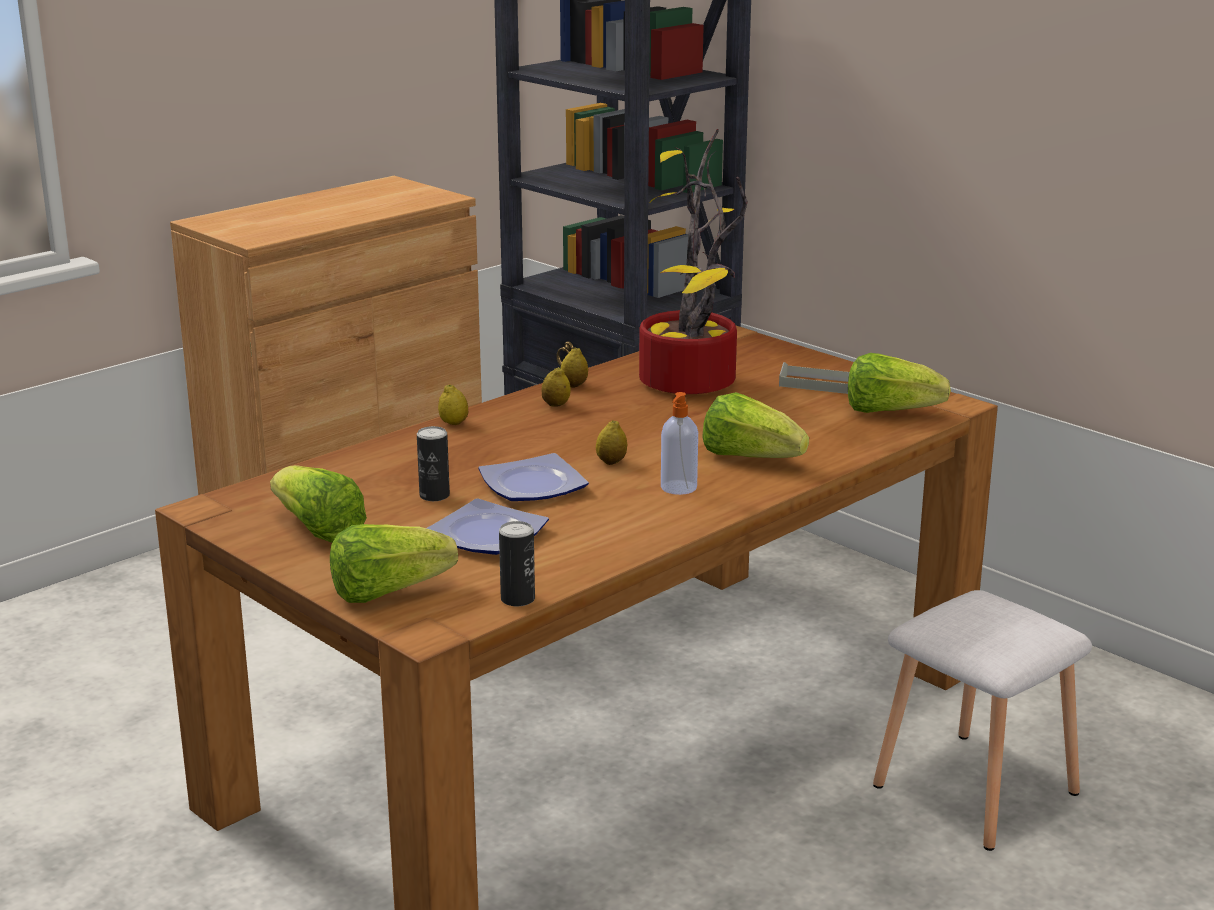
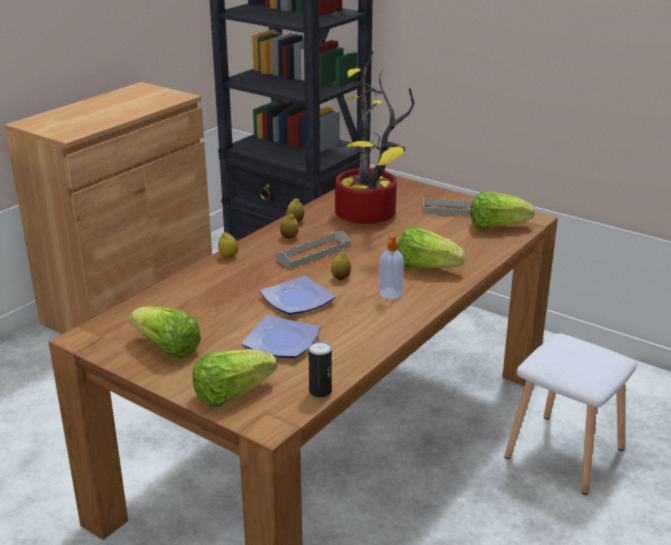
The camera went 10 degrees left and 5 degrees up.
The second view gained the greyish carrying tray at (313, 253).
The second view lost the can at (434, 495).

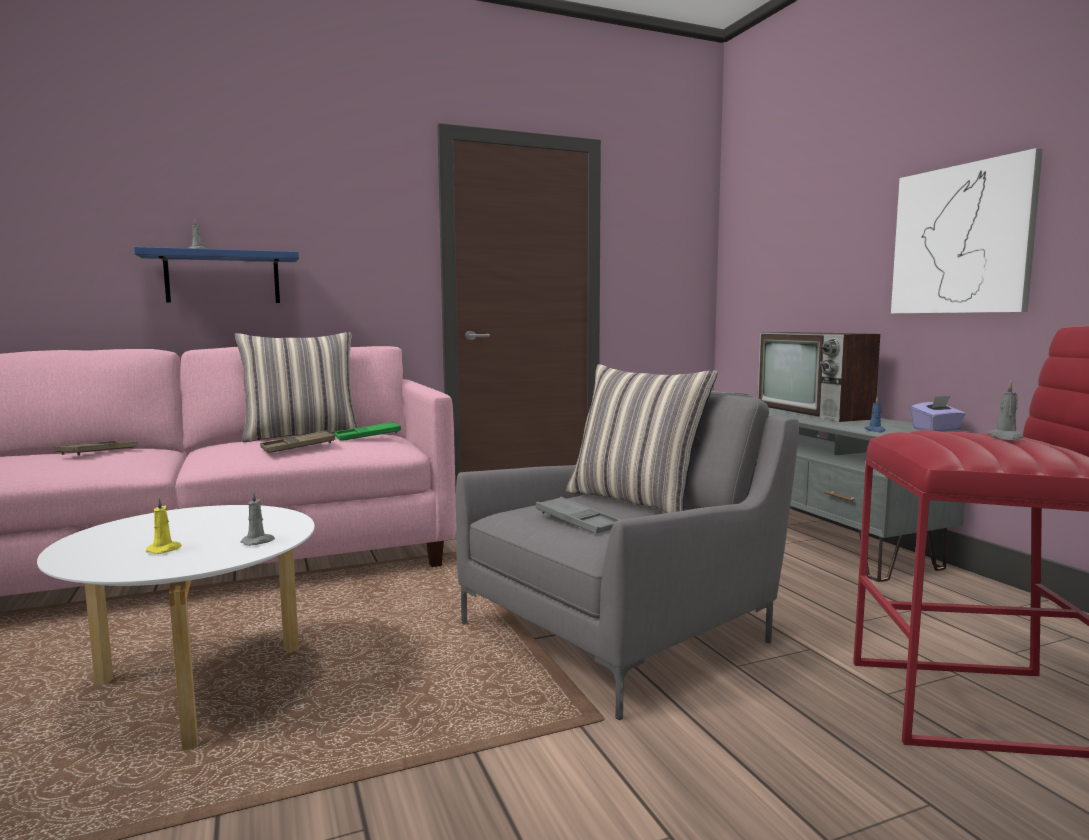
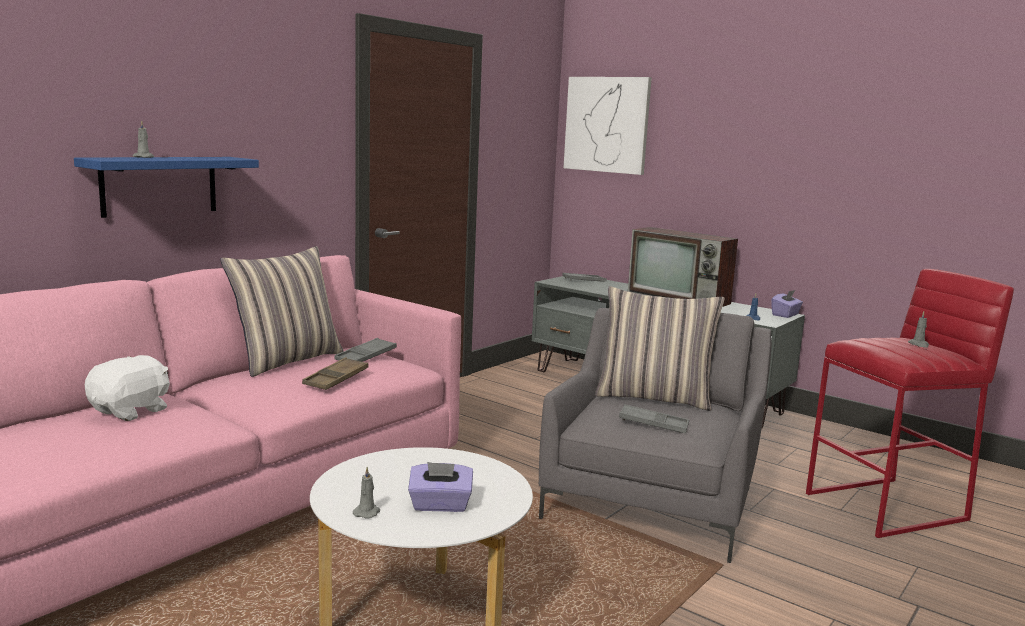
The camera went 30 degrees left and 5 degrees up.
Where the brown-coloured carrying tray stood at (98, 452), the white-coloured cuddly toy came to stand at (131, 411).
What was the green carrying tray at (368, 436) turned into the greyish carrying tray at (366, 356).
The greyish candle ended up elsewhere, having gone from (258, 541) to (367, 512).
Where the yellowish candle stood at (165, 549), the purplish box of tissues came to stand at (440, 505).
The wall picture ended up elsewhere, having gone from (961, 240) to (607, 124).

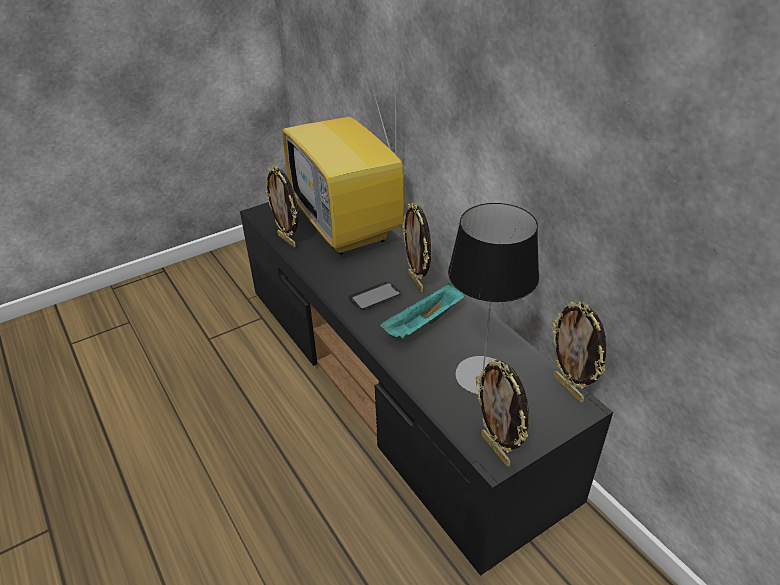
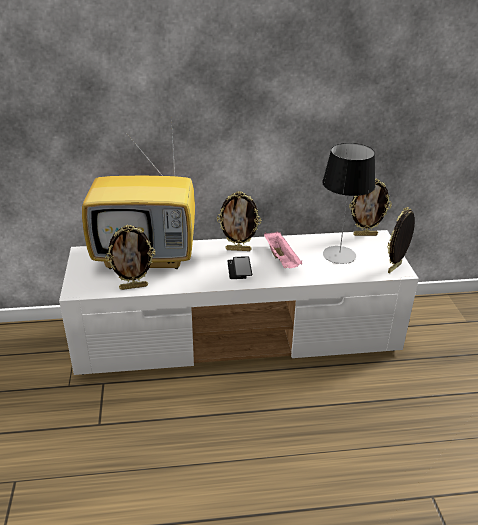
The camera went 65 degrees left and 5 degrees down.
What was the black-coloured media console at (394, 386) turned into the white-coloured media console at (239, 336).
What was the turquoise-coloured carrying tray at (423, 324) turned into the pinkish carrying tray at (282, 259).
The standing frame at (496, 450) ended up facing another way, 135 degrees clockwise from before.

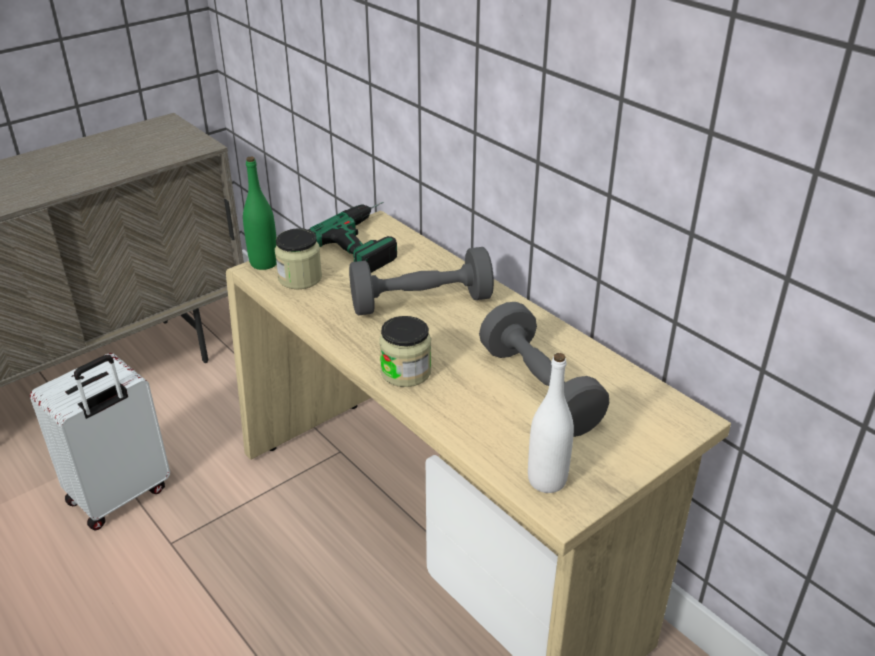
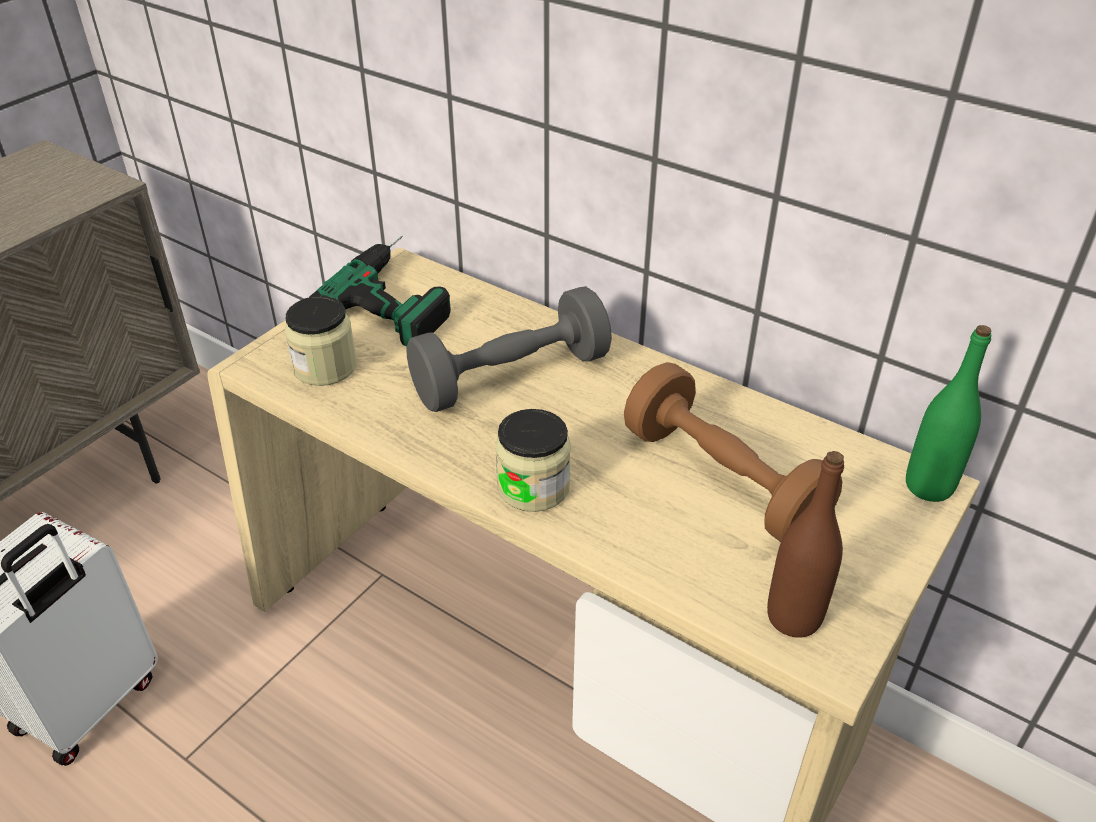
The camera went 15 degrees left and 5 degrees up.
What was the greyish dumbbell at (538, 390) turned into the brown-coloured dumbbell at (722, 480).
What was the white-coloured drink bottle at (547, 480) turned into the brown-coloured drink bottle at (793, 617).
The green drink bottle ended up elsewhere, having gone from (264, 263) to (928, 486).

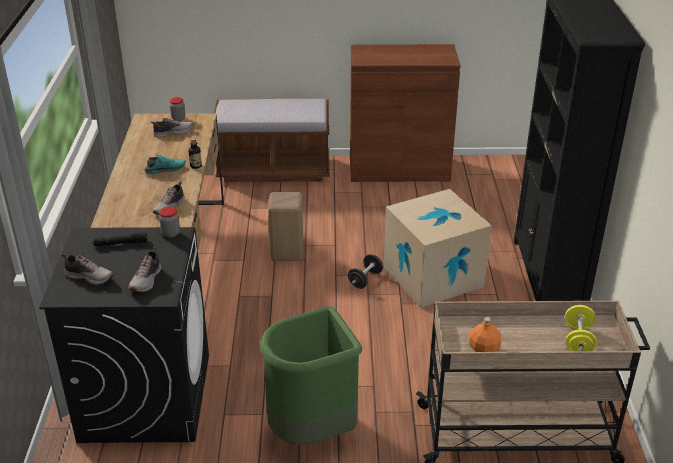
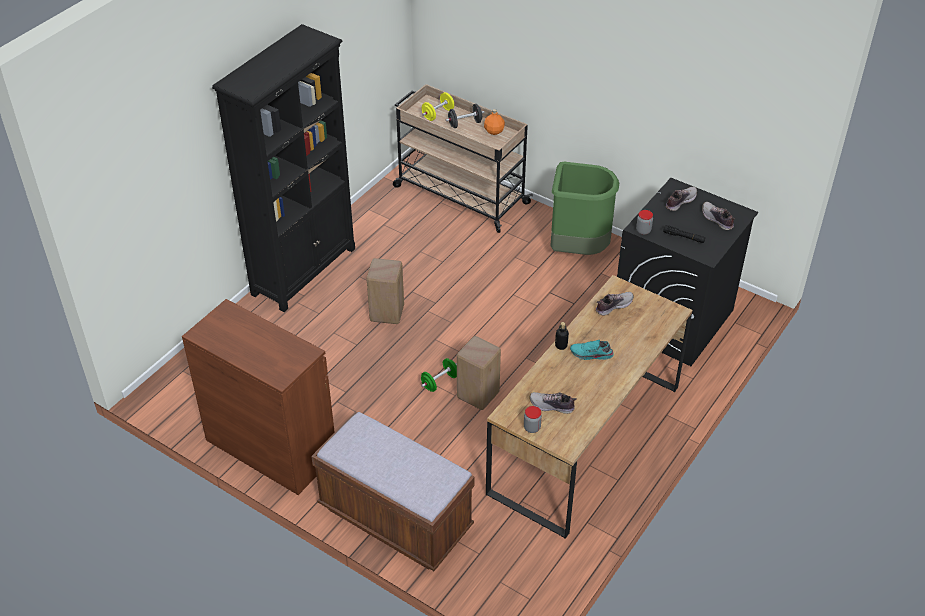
The camera went 145 degrees left and 10 degrees up.
Where the cardboard box stood at (433, 276), the beige-coloured stool seat came to stand at (386, 312).
The second view gained the green dumbbell at (439, 382).
The black-coloured dumbbell ended up elsewhere, having gone from (365, 280) to (465, 123).

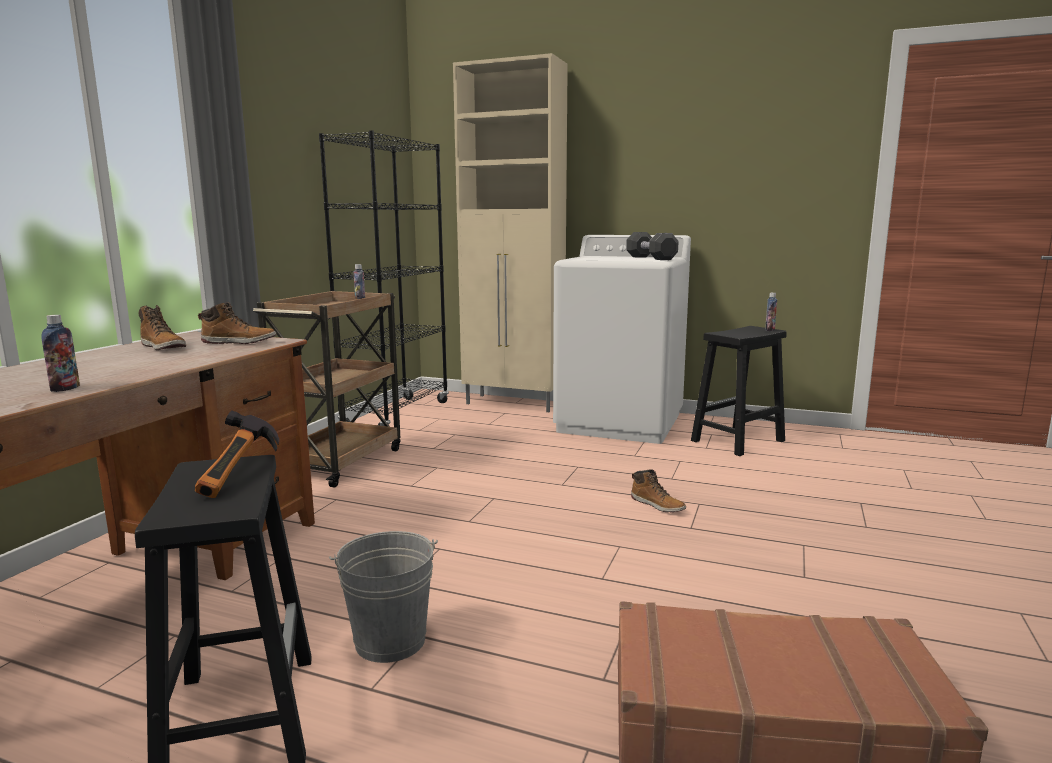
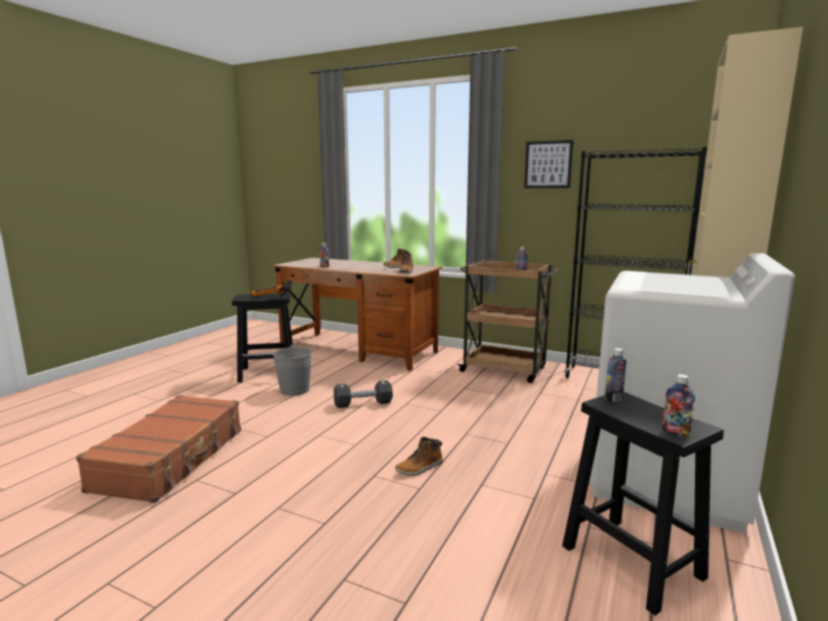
The camera went 95 degrees right and 0 degrees up.
The black-coloured dumbbell ended up elsewhere, having gone from (651, 258) to (363, 403).
The second view gained the wall picture at (548, 164).
The second view gained the drink bottle at (613, 399).

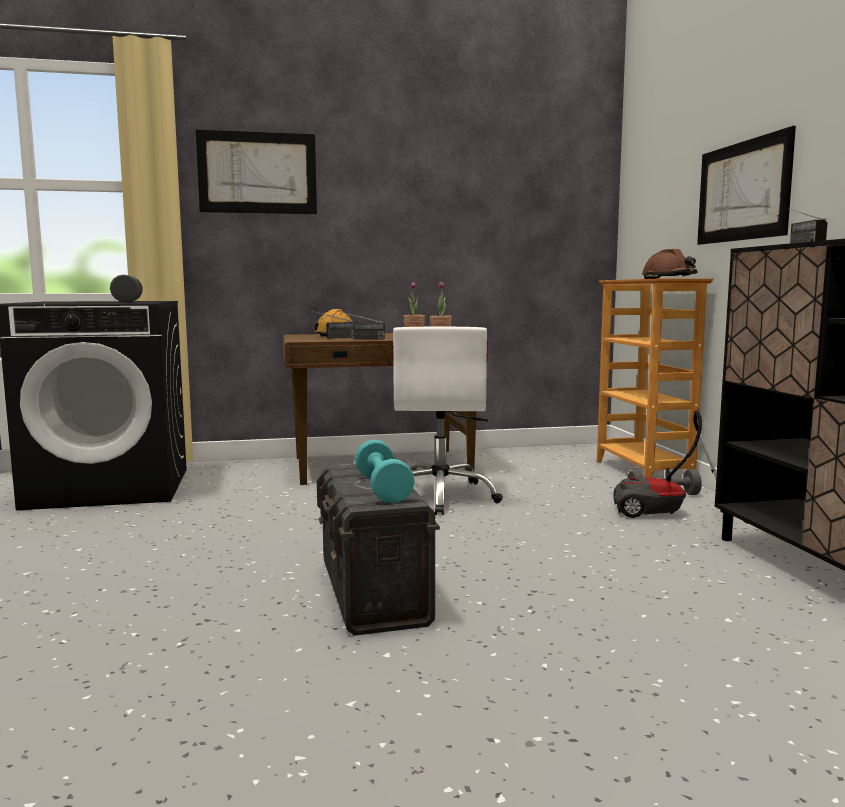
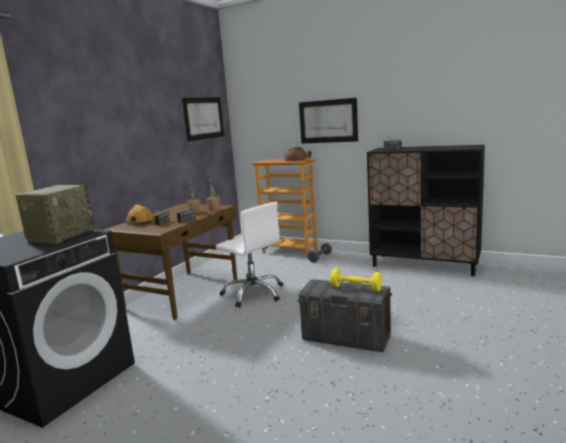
The camera went 50 degrees left and 5 degrees up.
Where the greyish dumbbell stood at (127, 301), the radio set came to stand at (62, 235).
The wall picture ended up elsewhere, having gone from (257, 173) to (204, 118).
What was the turquoise-coloured dumbbell at (383, 489) turned into the yellowish dumbbell at (356, 288).
The second view lost the hoover at (669, 515).

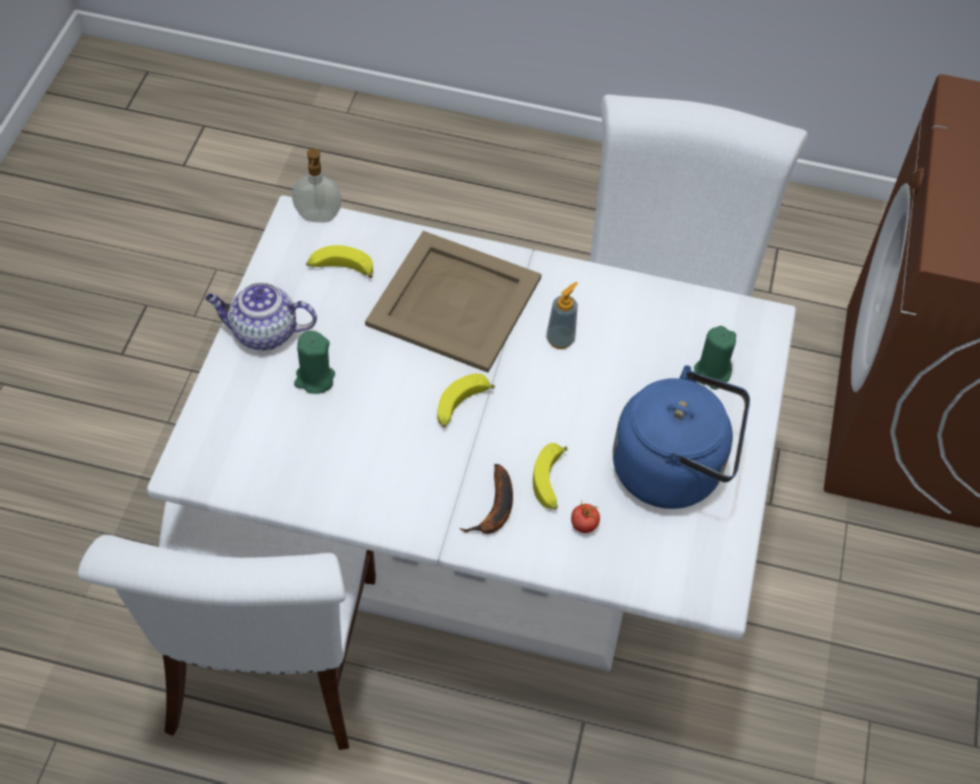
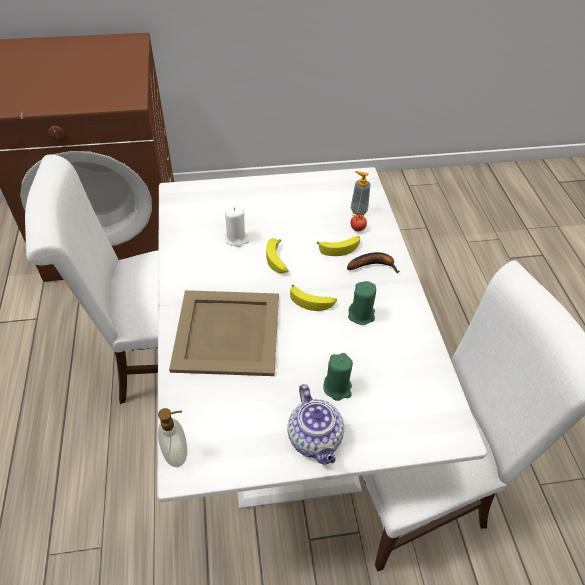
The camera went 110 degrees left and 5 degrees down.
The second view gained the white-coloured candle at (237, 238).
The banana ended up elsewhere, having gone from (340, 269) to (278, 260).
The green candle ended up elsewhere, having gone from (712, 373) to (361, 315).
The soap dispenser ended up elsewhere, having gone from (560, 339) to (358, 210).
The second view lost the blue-coloured kettle at (674, 470).

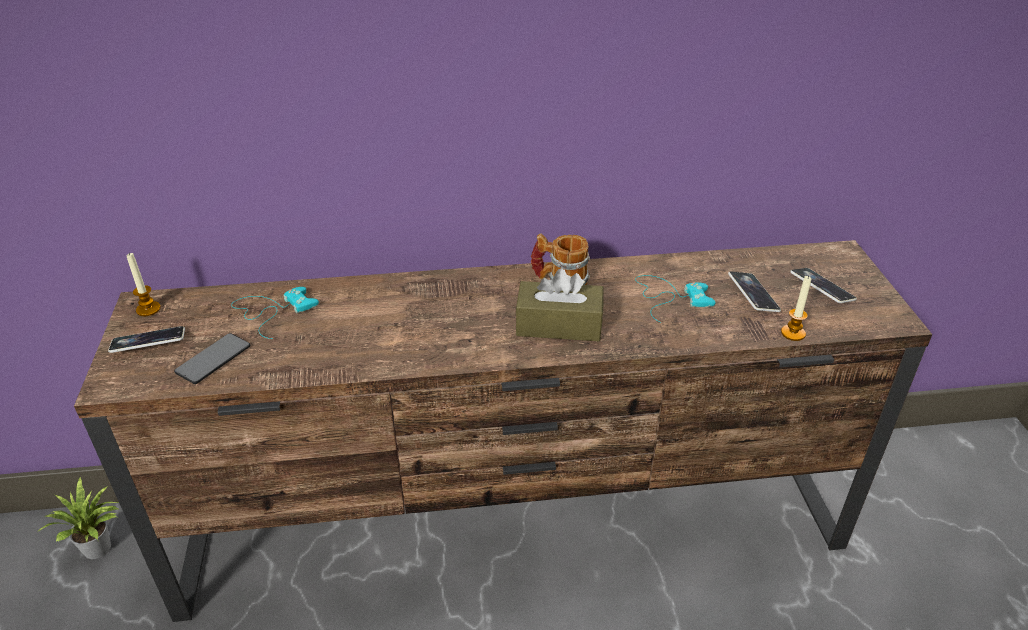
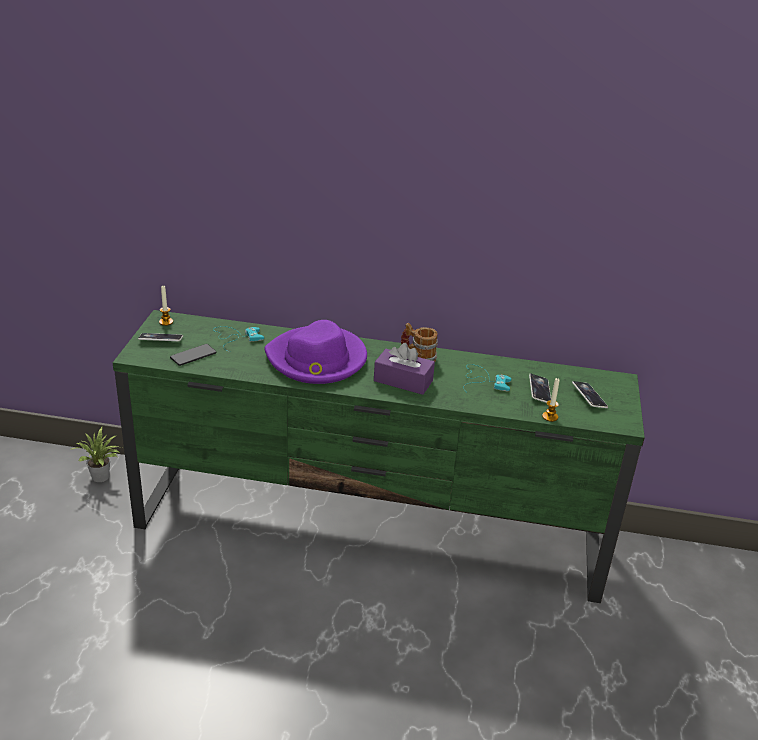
The camera went 15 degrees right and 5 degrees down.
What was the brown-coloured media console at (516, 526) turned into the green media console at (371, 531).
The second view gained the purplish clothing hat at (317, 359).
What was the brown-coloured box of tissues at (559, 325) turned into the purplish box of tissues at (403, 381).

